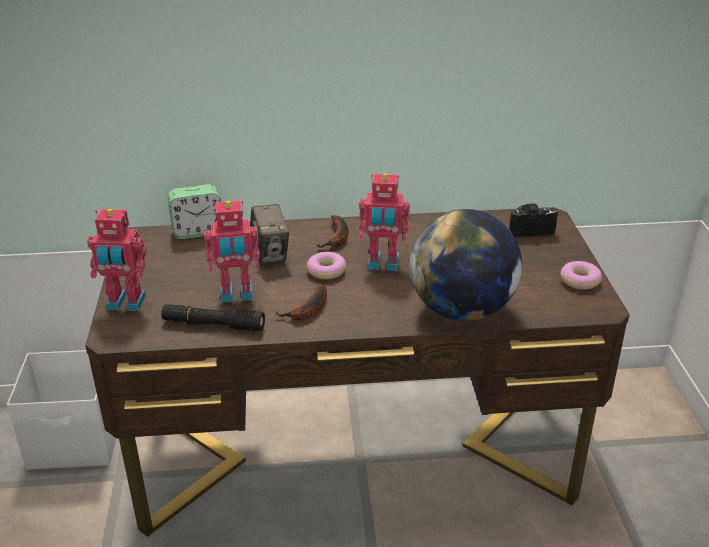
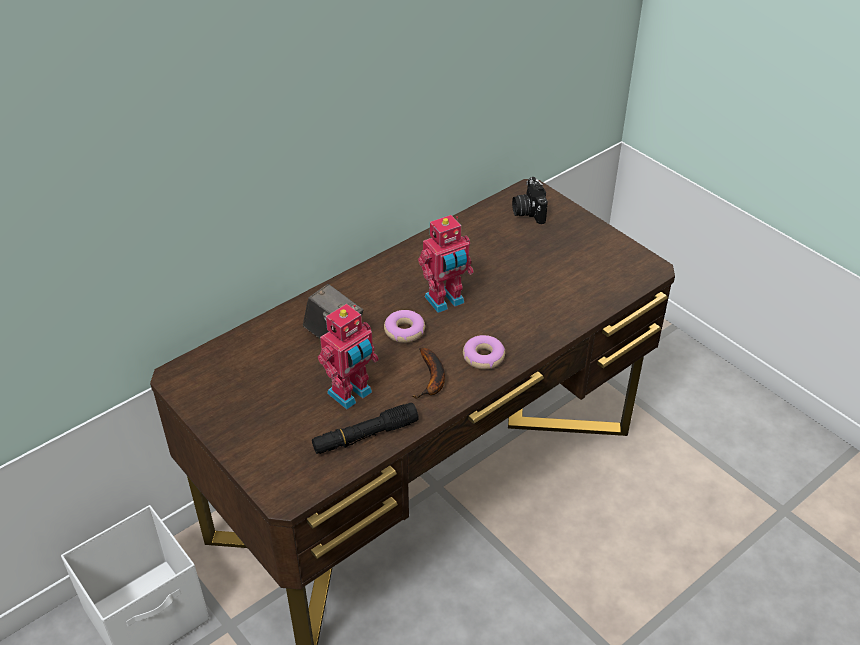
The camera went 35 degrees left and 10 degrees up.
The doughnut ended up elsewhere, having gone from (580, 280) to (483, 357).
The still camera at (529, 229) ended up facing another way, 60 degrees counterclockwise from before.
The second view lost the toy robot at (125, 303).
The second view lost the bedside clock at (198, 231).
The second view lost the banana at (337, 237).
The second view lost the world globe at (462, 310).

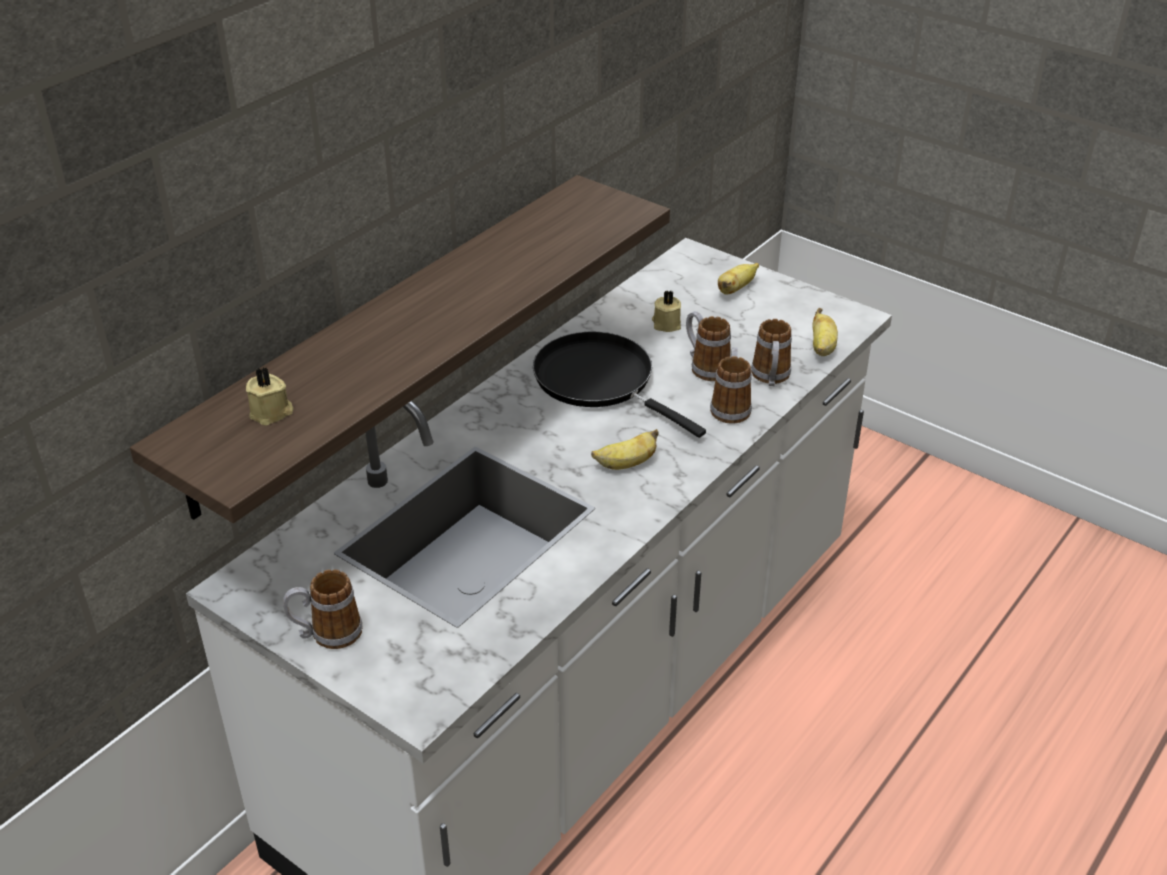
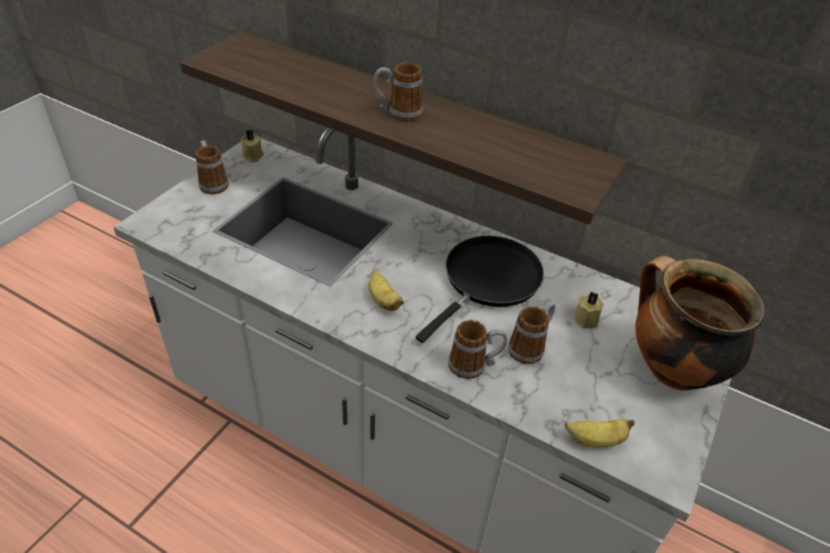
The camera went 80 degrees right and 5 degrees up.
The beige-coloured candle ended up elsewhere, having gone from (272, 413) to (252, 156).
The tea mug ended up elsewhere, having gone from (770, 378) to (398, 113).
Where the banana stood at (736, 289), the saucepot came to stand at (670, 368).

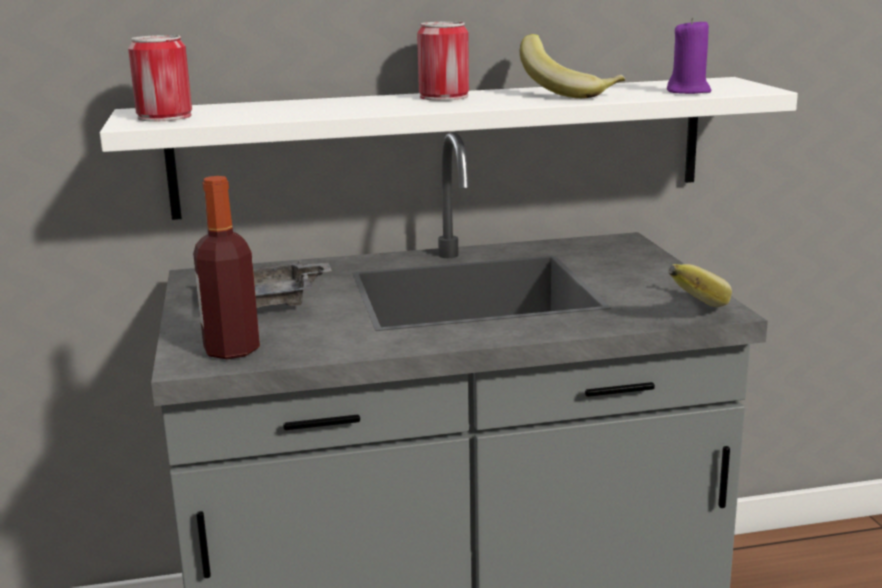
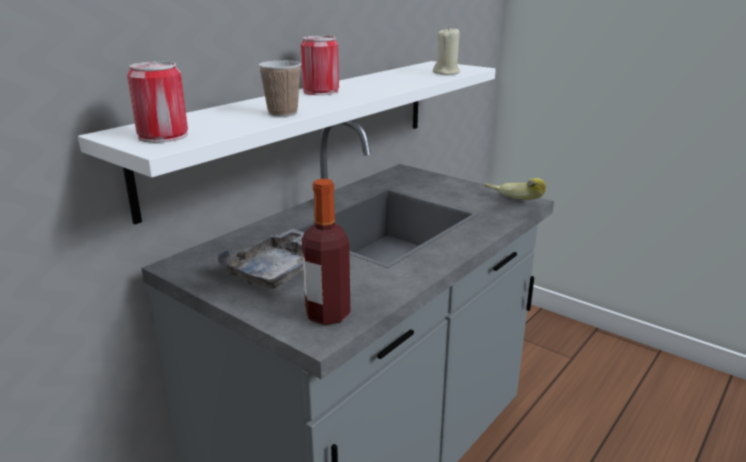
The camera went 40 degrees left and 5 degrees up.
The second view gained the small cup at (282, 113).
What was the purplish candle at (688, 91) turned into the beige-coloured candle at (446, 73).
The second view lost the banana at (570, 94).

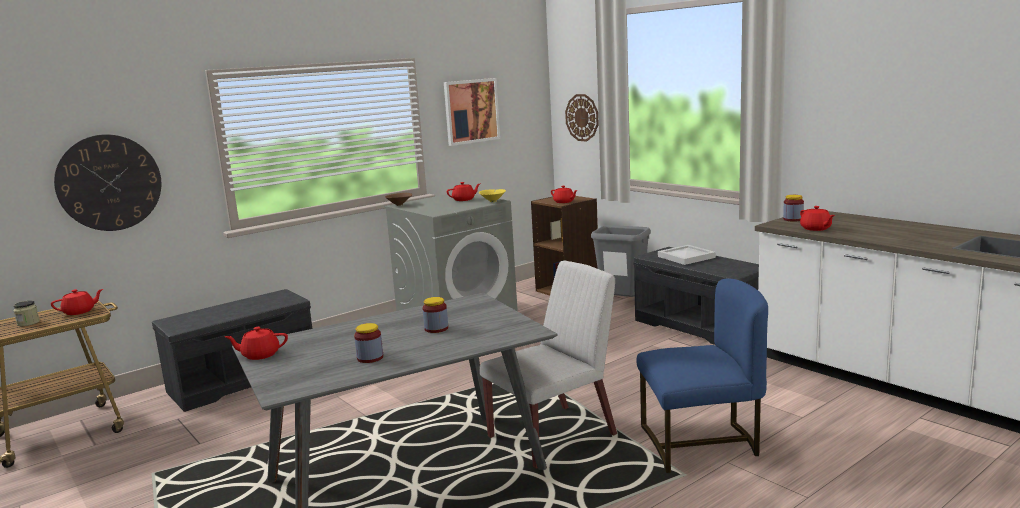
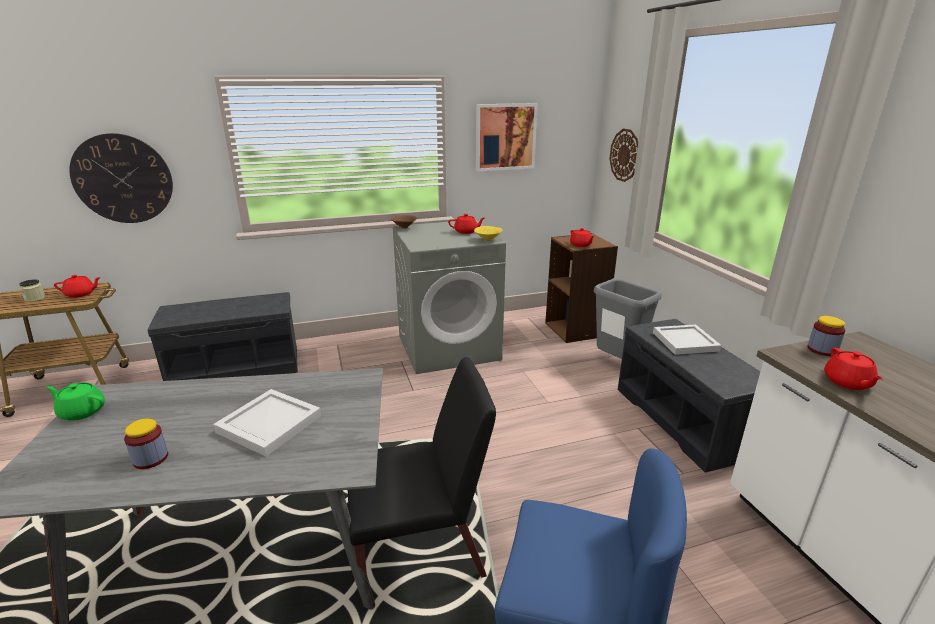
The camera went 20 degrees right and 10 degrees up.
What was the reddish pot for tea at (260, 355) turned into the green pot for tea at (82, 411).
Where the preserve jar stood at (436, 328), the white-coloured carrying tray came to stand at (269, 423).
What was the white-coloured chair at (553, 435) turned into the black-coloured chair at (420, 549).

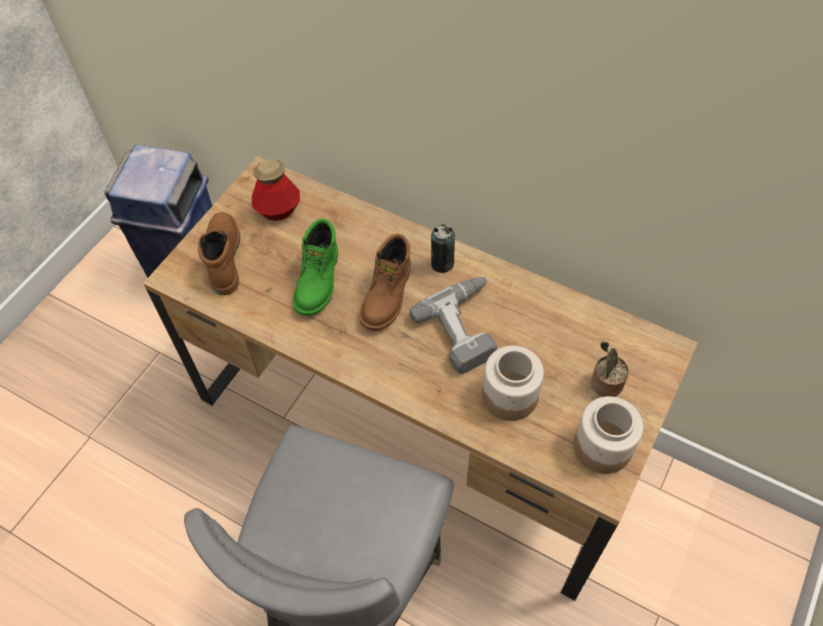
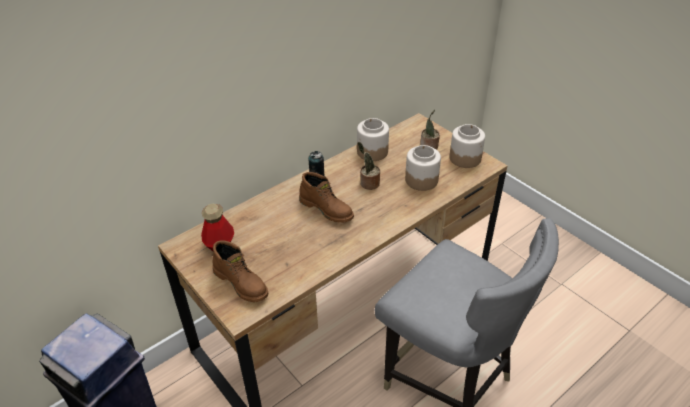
The camera went 70 degrees left and 15 degrees down.
The brown-coloured tall boot at (223, 257) ended up facing another way, 150 degrees counterclockwise from before.
The second view gained the preserve jar at (372, 151).
Where the power drill stood at (467, 327), the houseplant came to stand at (368, 183).
The second view lost the green tall boot at (319, 281).

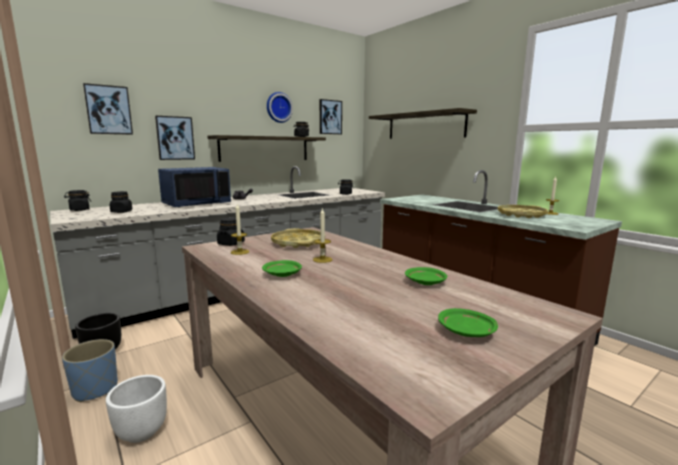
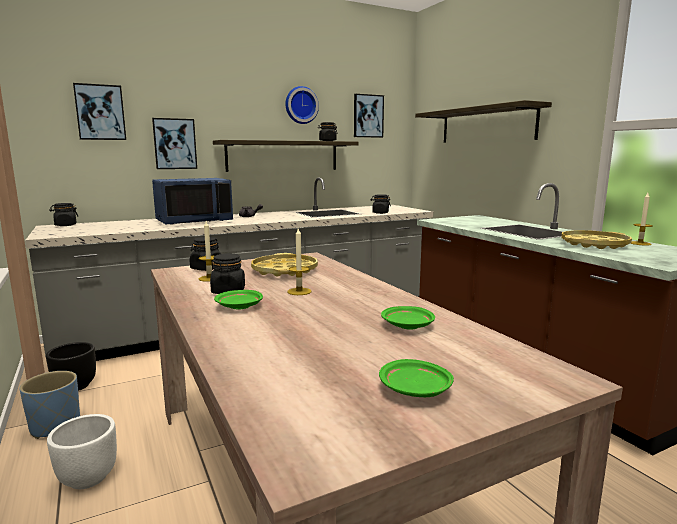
The camera went 10 degrees right and 0 degrees up.
The black-coloured preserve jar ended up elsewhere, having gone from (121, 212) to (228, 291).

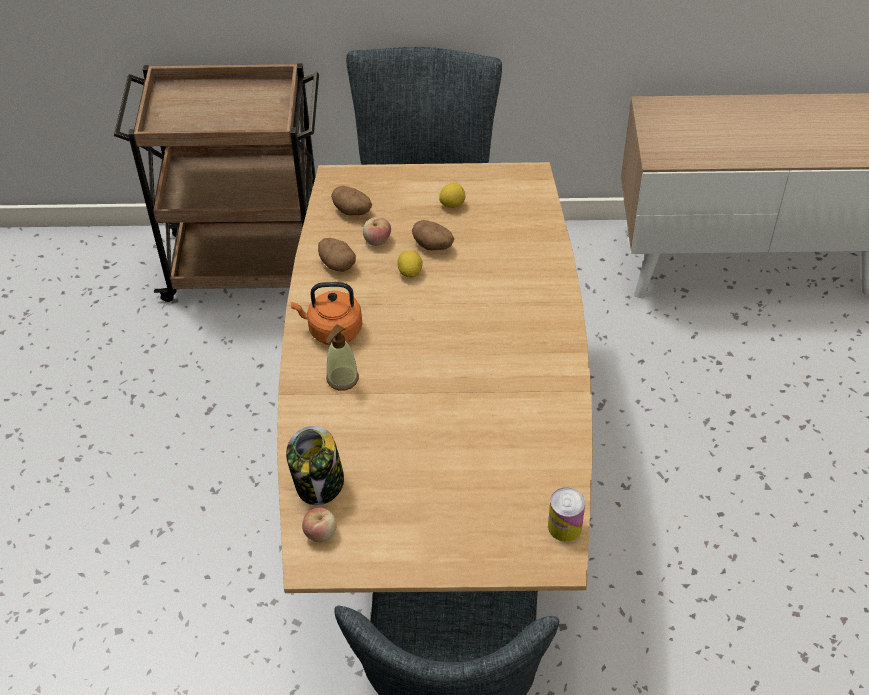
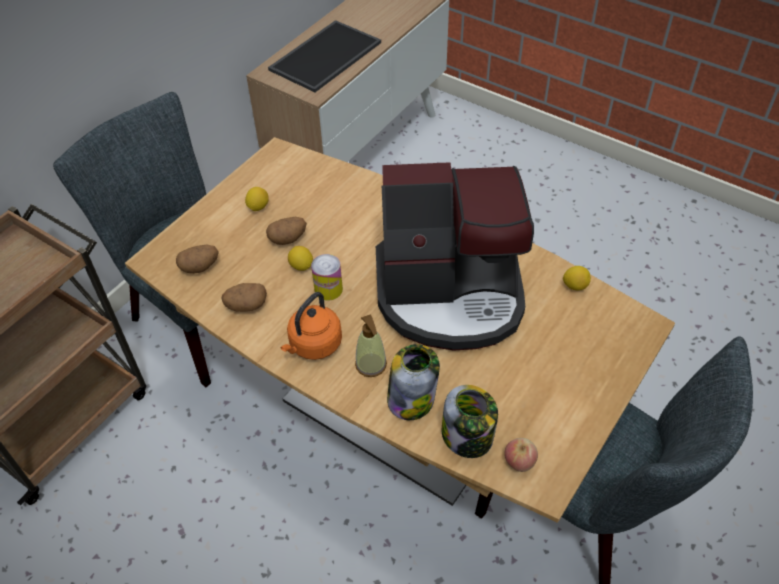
The camera went 55 degrees left and 0 degrees up.
The second view gained the carrying tray at (325, 55).
The can ended up elsewhere, having gone from (564, 526) to (328, 289).
The second view gained the coffee machine at (451, 295).
The second view gained the preserve jar at (411, 399).
The second view gained the citrus fruit at (575, 286).
The second view lost the apple fruit at (377, 240).

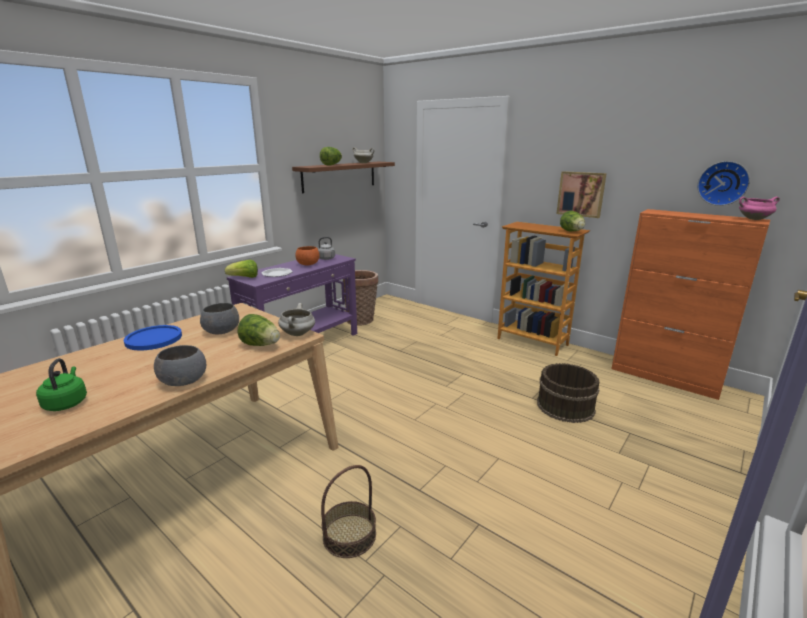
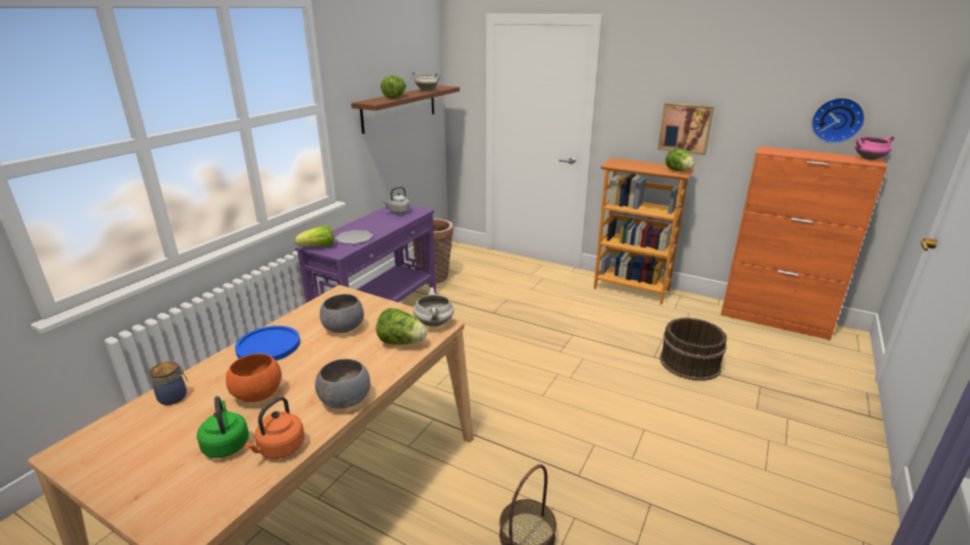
The camera went 10 degrees left and 5 degrees up.
The second view gained the preserve jar at (174, 397).
The orange-coloured bowl ended up elsewhere, having gone from (308, 264) to (258, 393).
The second view gained the orange-coloured kettle at (280, 449).

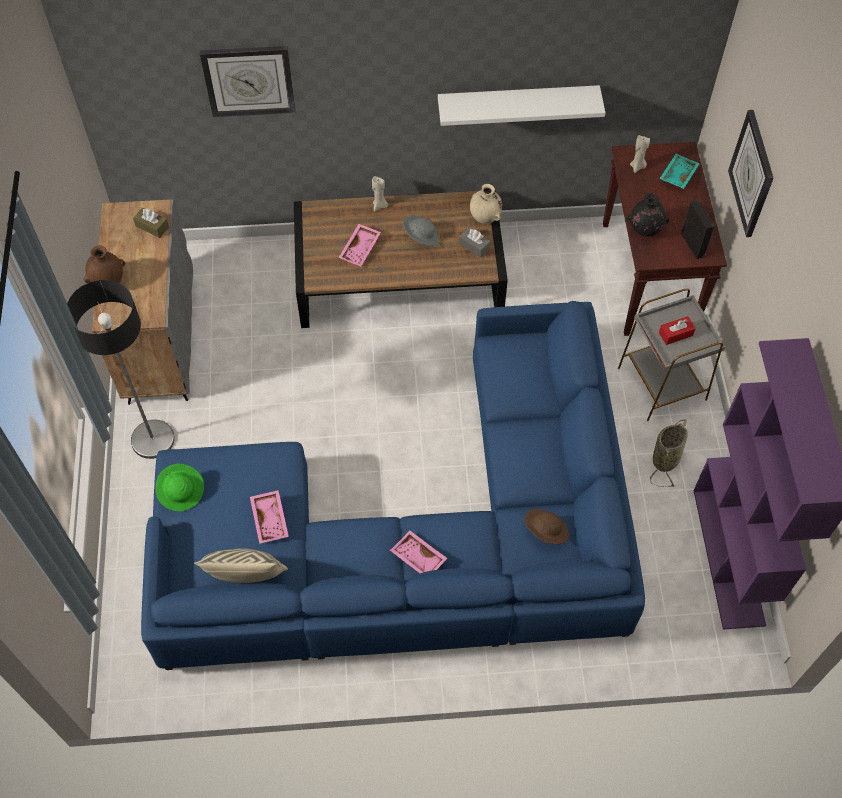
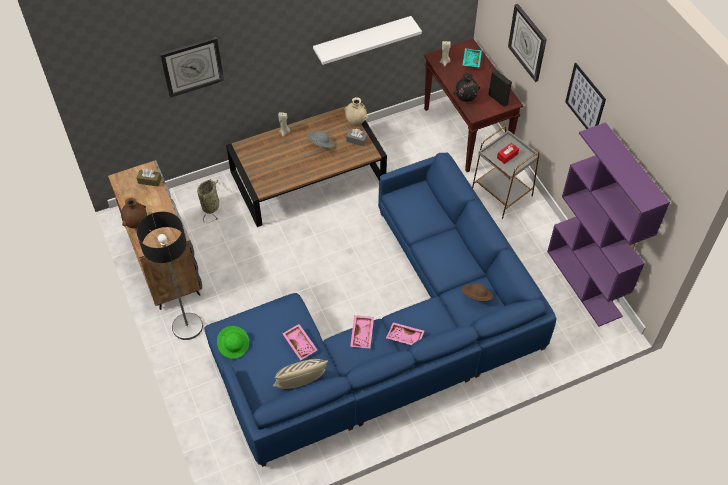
The camera went 20 degrees left and 5 degrees down.
The basket ended up elsewhere, having gone from (666, 458) to (211, 206).
The pinkish carrying tray ended up elsewhere, having gone from (361, 249) to (362, 334).
The second view gained the wall picture at (585, 100).

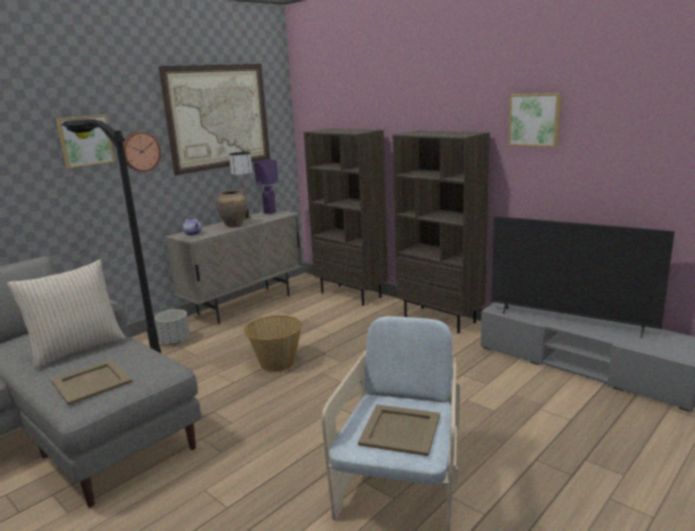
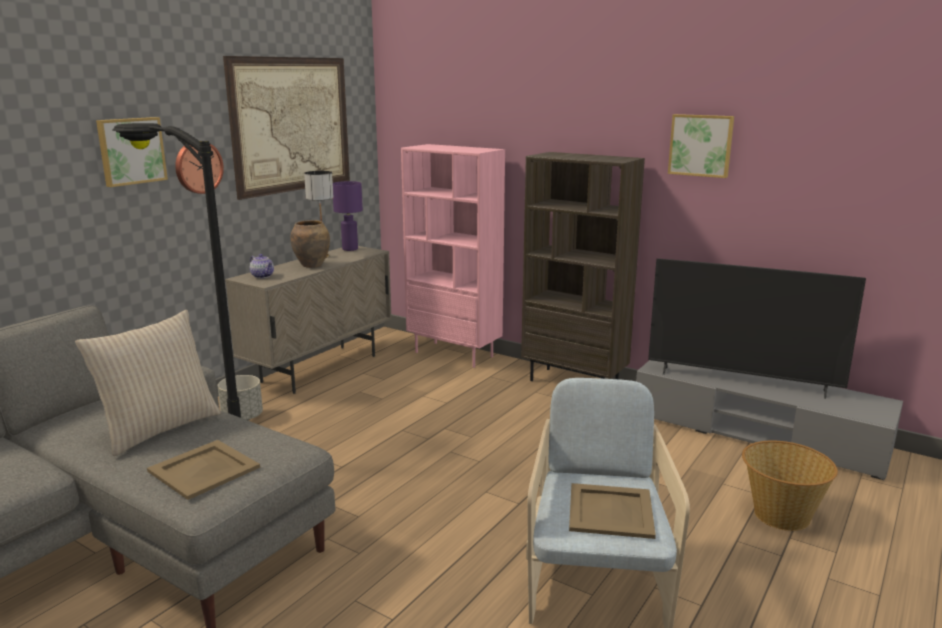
The camera went 10 degrees left and 0 degrees up.
What was the brown-coloured bookcase at (352, 295) turned into the pinkish bookcase at (455, 354).
The basket ended up elsewhere, having gone from (276, 363) to (780, 515).

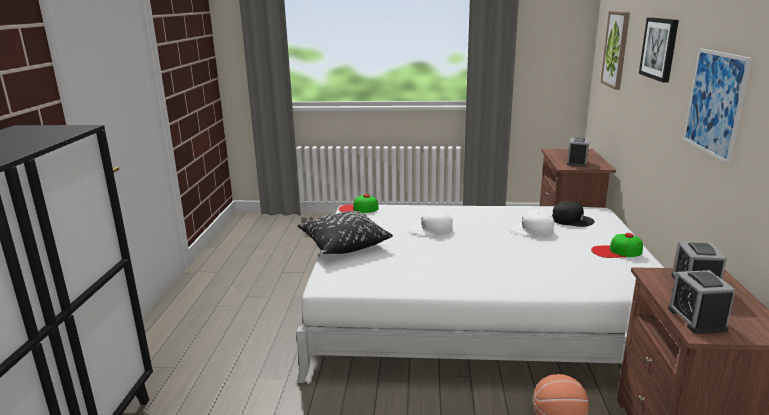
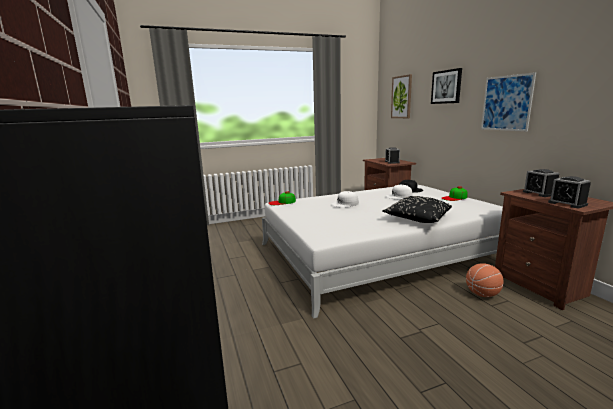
The camera went 25 degrees left and 5 degrees down.
The black-coloured pillow ended up elsewhere, having gone from (343, 244) to (417, 219).

